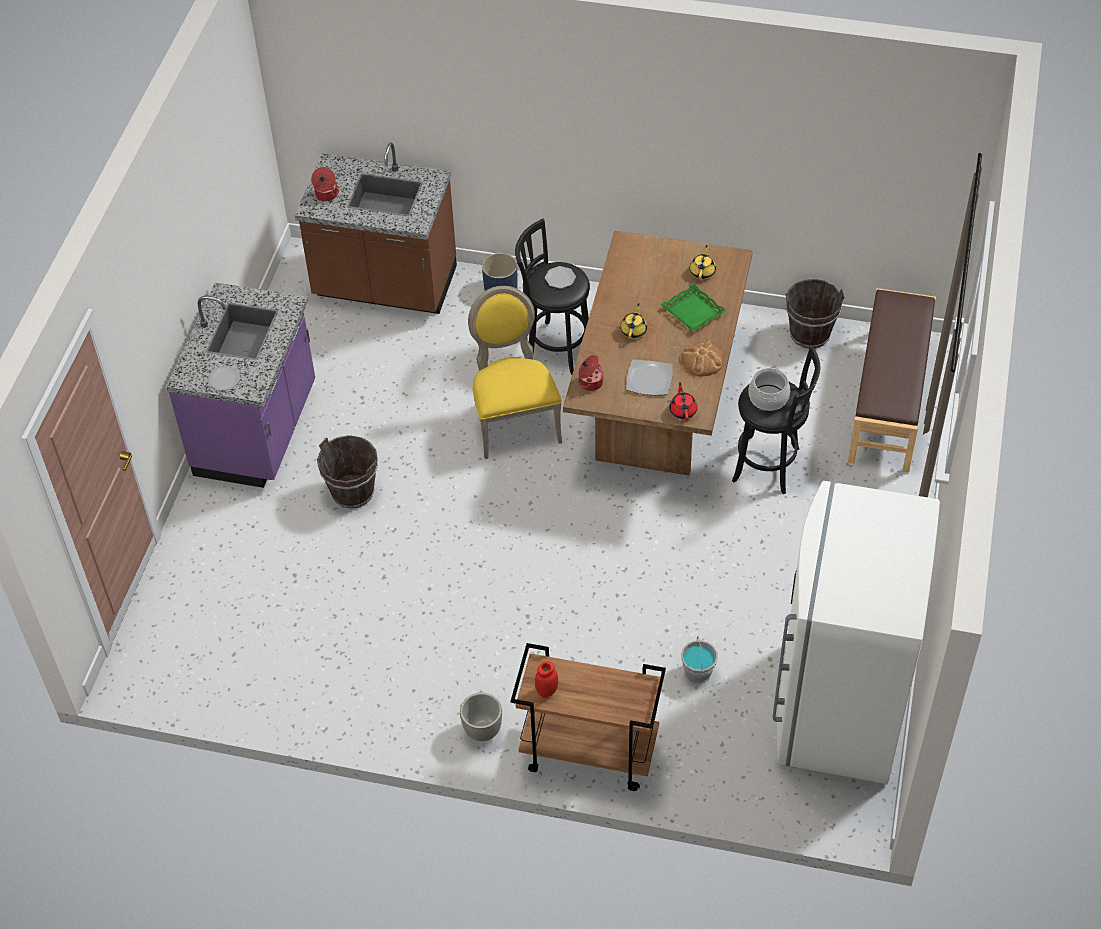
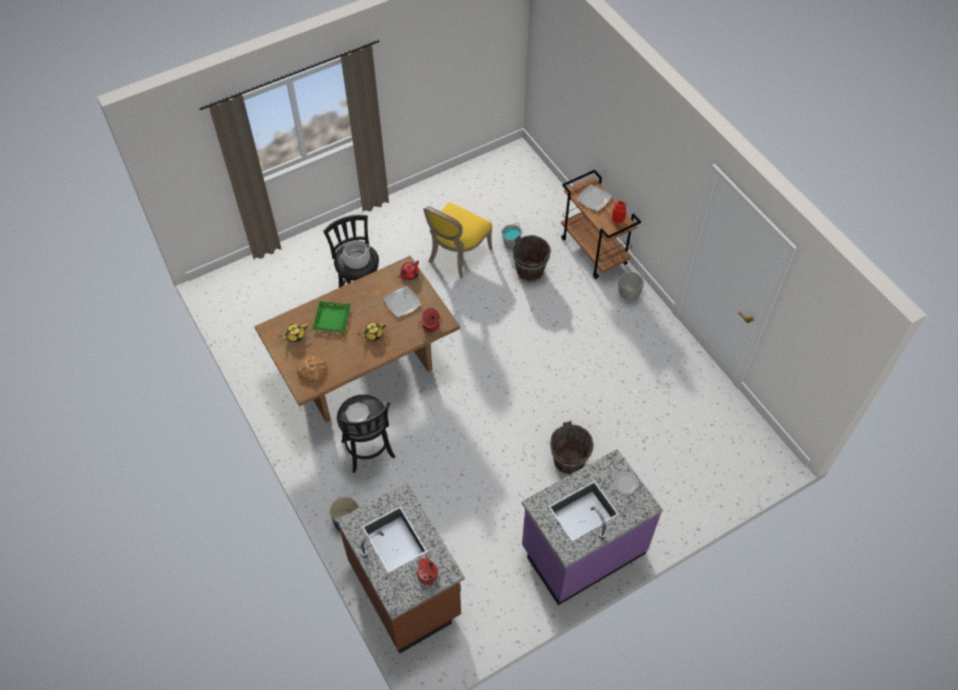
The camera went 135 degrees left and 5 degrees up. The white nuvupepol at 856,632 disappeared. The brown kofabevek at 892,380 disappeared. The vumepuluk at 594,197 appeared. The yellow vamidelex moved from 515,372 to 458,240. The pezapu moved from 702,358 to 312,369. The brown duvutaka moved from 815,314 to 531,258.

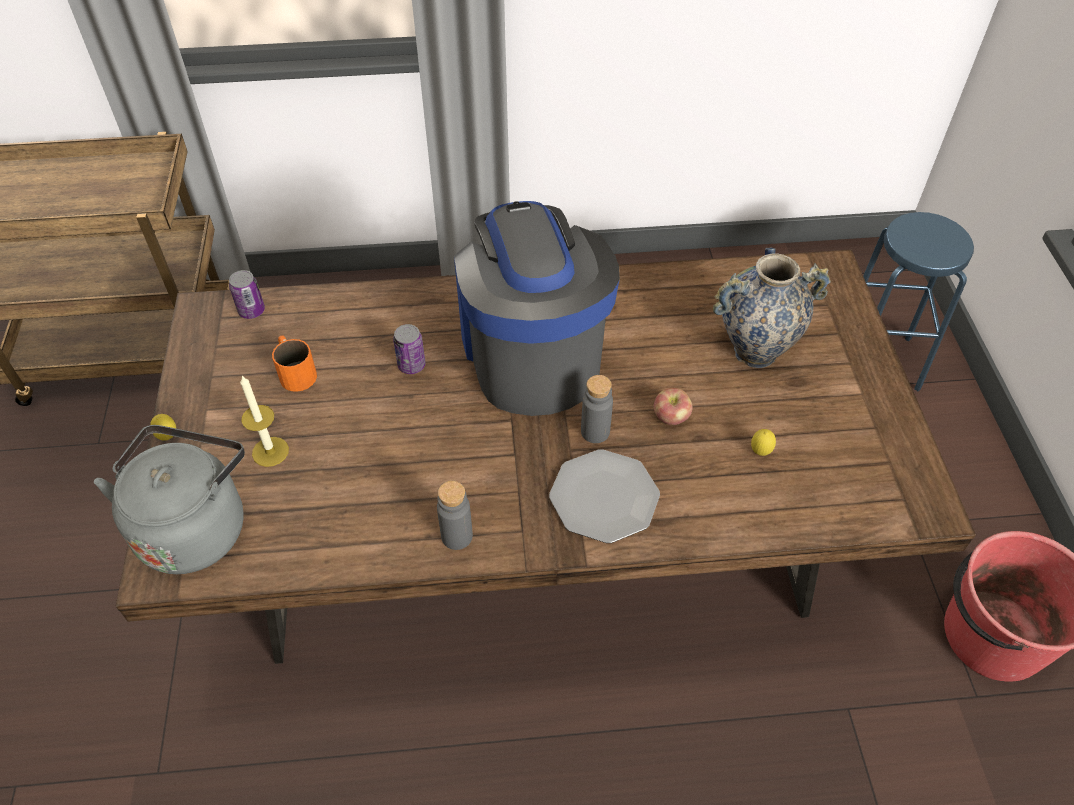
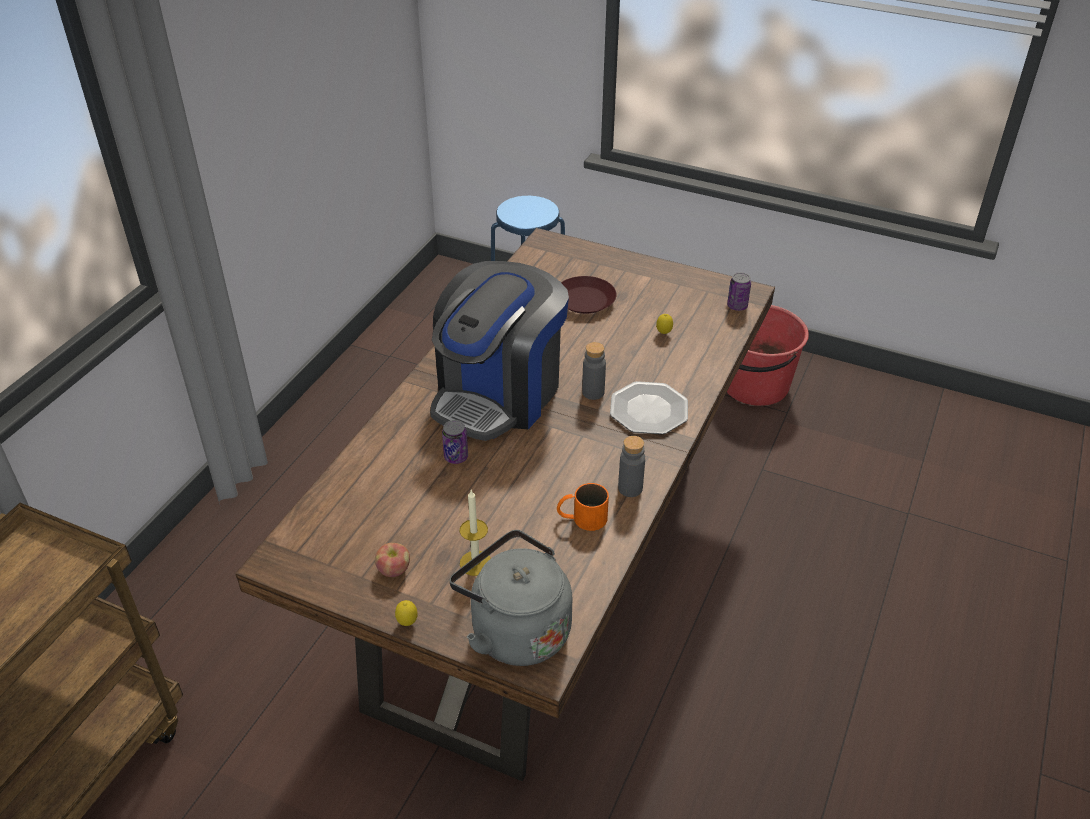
The camera went 60 degrees left and 10 degrees down. The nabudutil moved from 247,294 to 739,291. The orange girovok moved from 294,363 to 583,507. The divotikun moved from 673,406 to 392,560. The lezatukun at 772,308 was replaced by the brown vumepuluk at 589,295. The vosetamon at 537,308 turned 75 degrees counterclockwise.

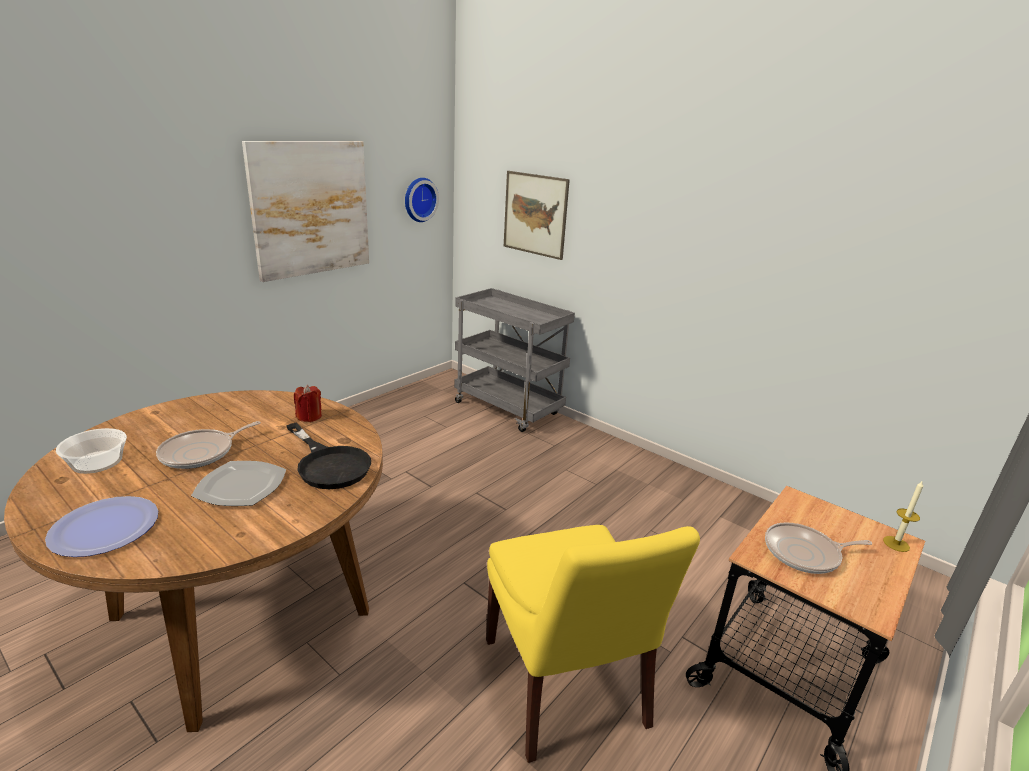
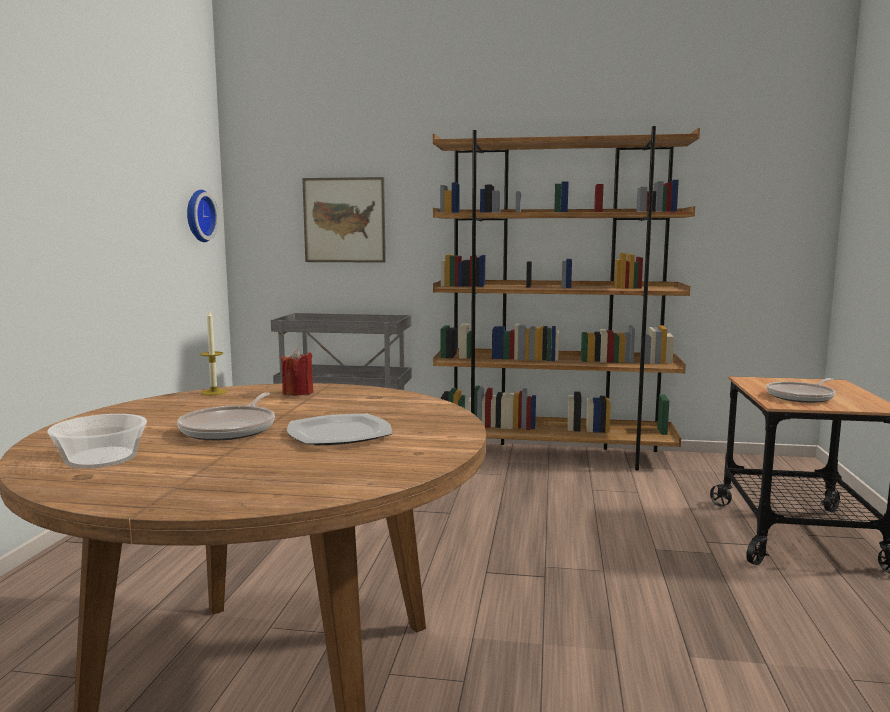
The camera went 30 degrees left and 15 degrees down. The vumepuluk at 101,526 disappeared. The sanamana at 305,211 disappeared. The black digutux at 328,455 disappeared. The yellow vamidelex at 593,644 disappeared. The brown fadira at 566,298 appeared. The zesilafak moved from 903,516 to 213,352.

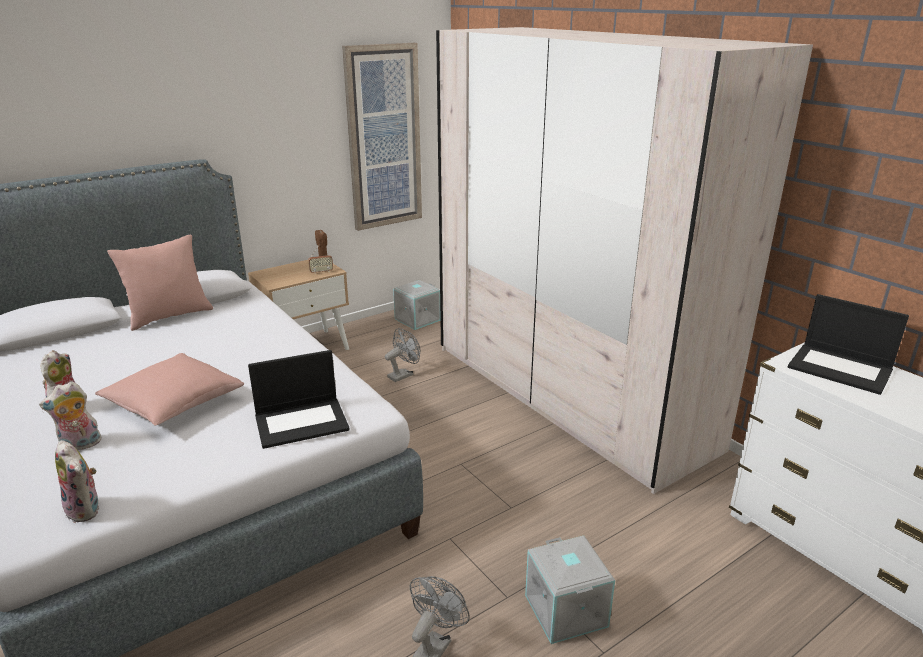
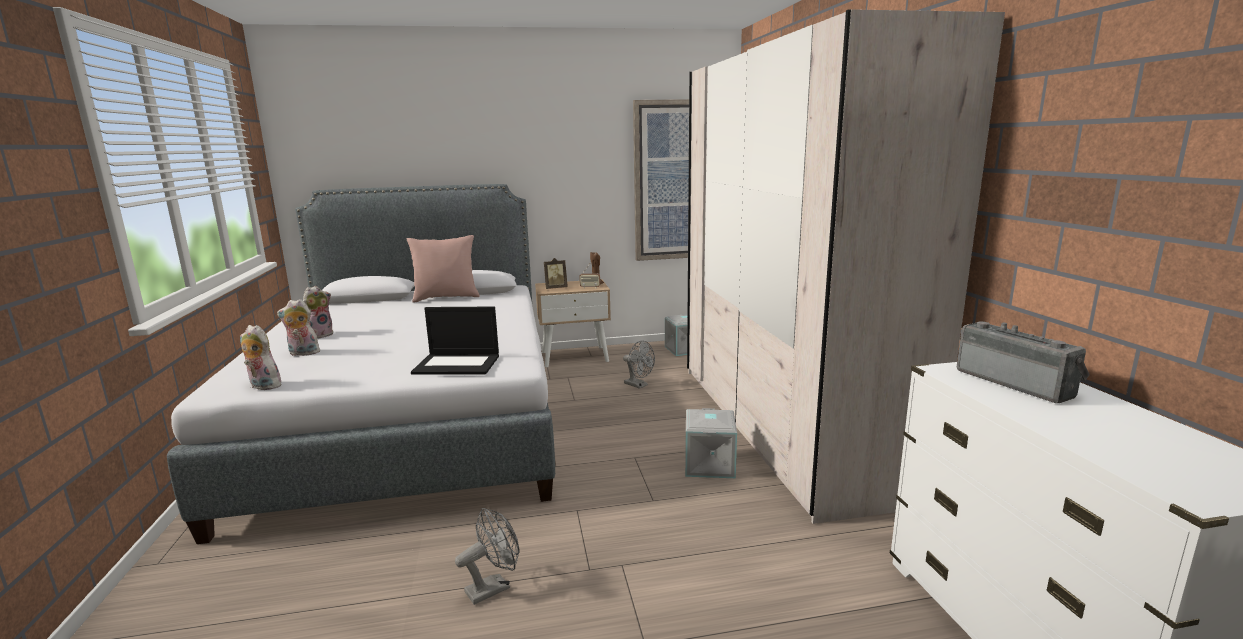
The camera went 25 degrees right and 10 degrees down. The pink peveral at 169,389 disappeared. The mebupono at 556,273 appeared. The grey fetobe moved from 570,590 to 711,443. The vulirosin at 848,344 was replaced by the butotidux at 1023,362. The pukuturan at 77,481 turned 135 degrees clockwise. The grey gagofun at 402,355 turned 60 degrees clockwise.

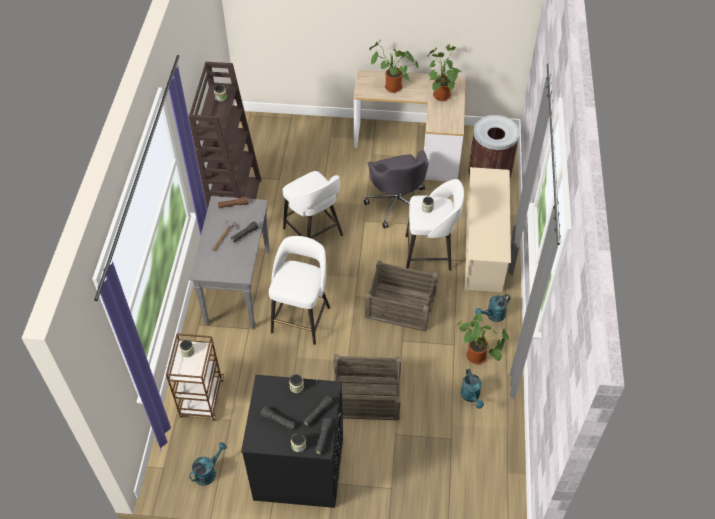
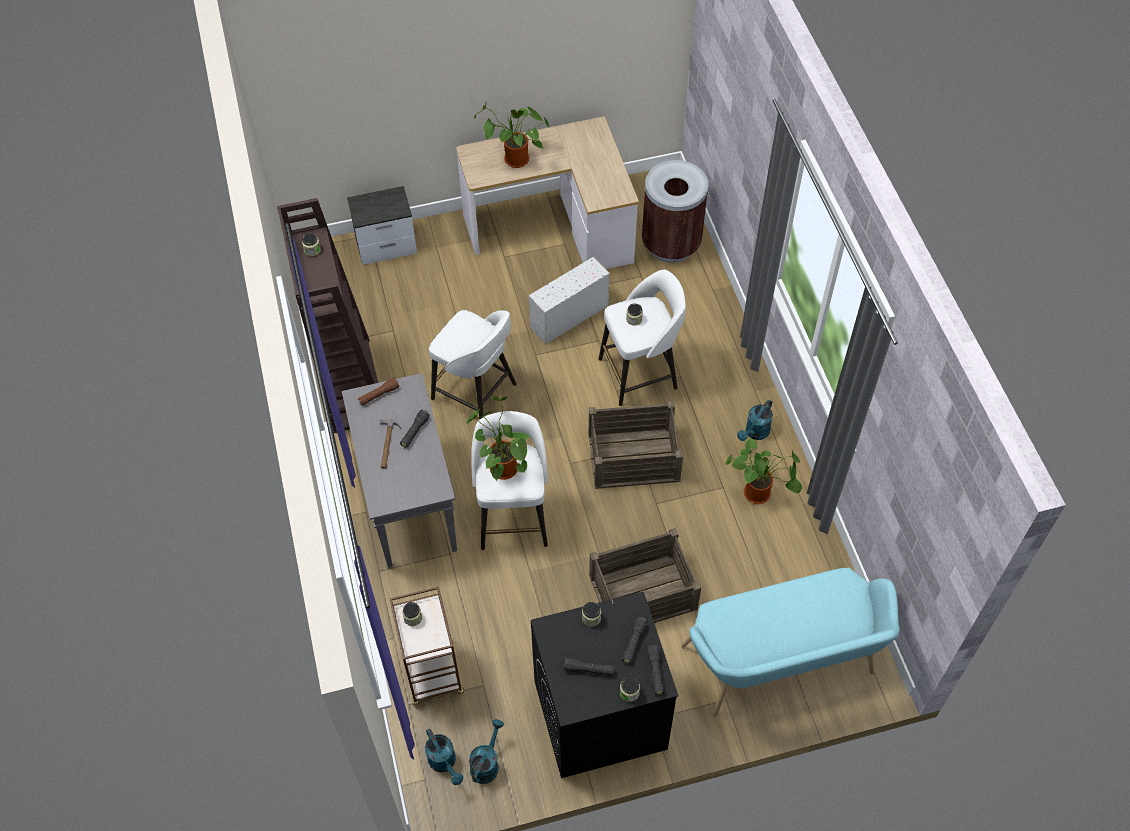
The camera went 20 degrees left and 5 degrees up. The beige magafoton at 487,229 disappeared. The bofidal at 382,225 appeared. The turquoise kofabevek at 790,642 appeared. The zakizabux moved from 444,72 to 498,438. The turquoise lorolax moved from 472,389 to 444,756. The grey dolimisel at 396,189 was replaced by the white fetobe at 569,300.

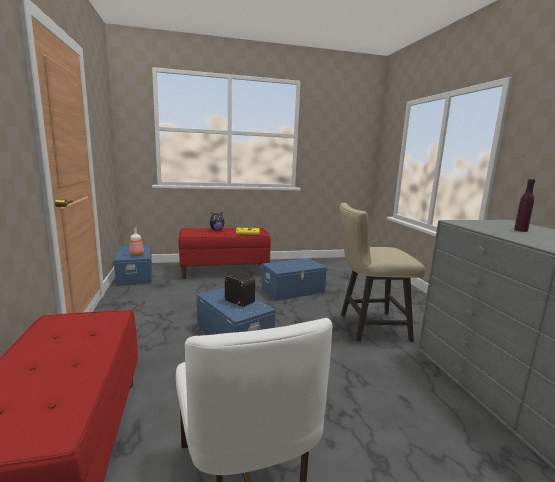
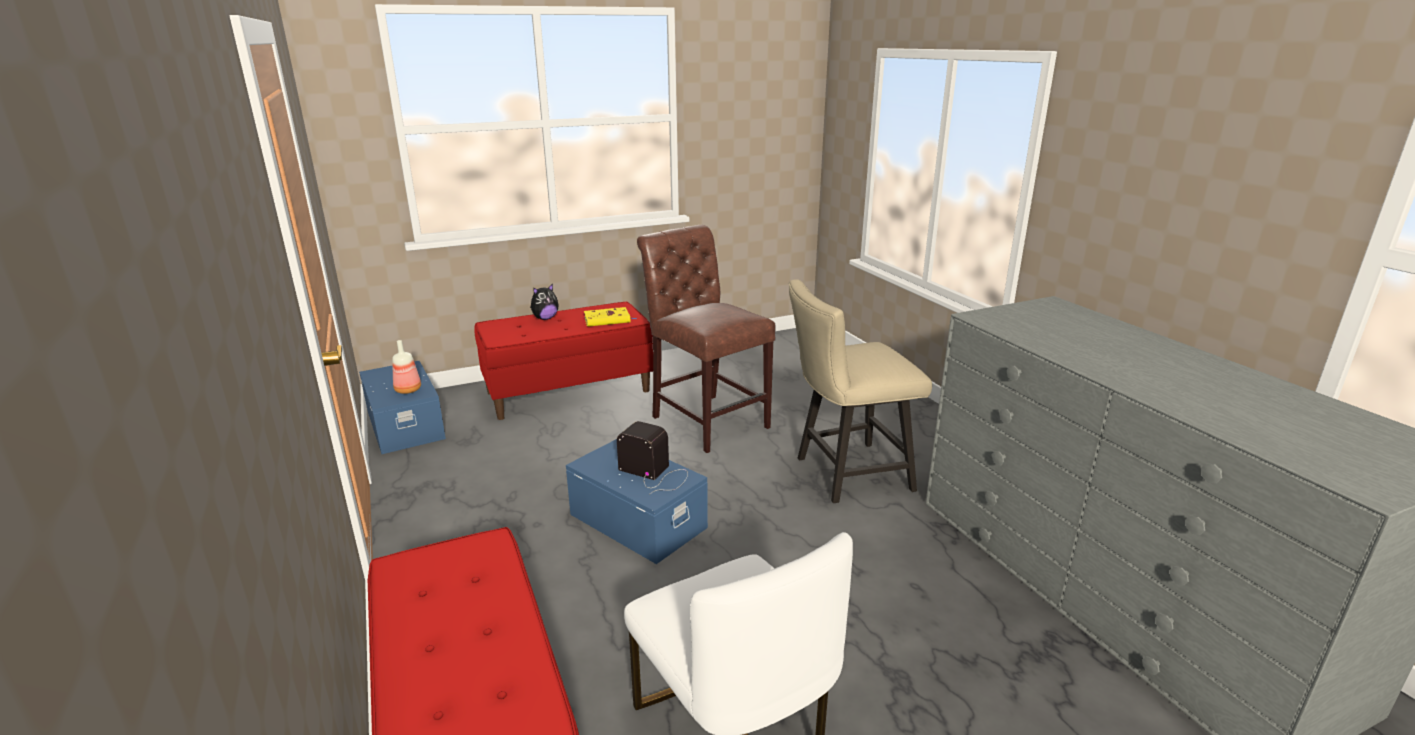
The camera went 10 degrees left and 10 degrees up. The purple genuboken at 524,205 disappeared. The blue fetobe at 294,279 was replaced by the brown vamidelex at 706,339.

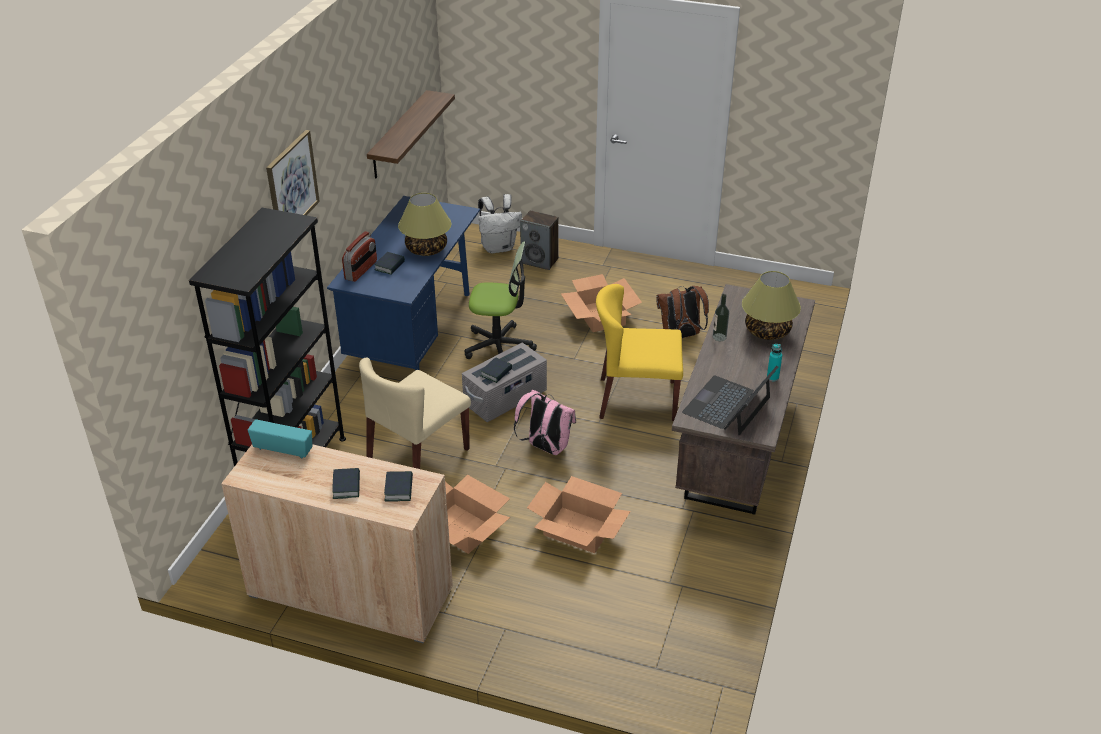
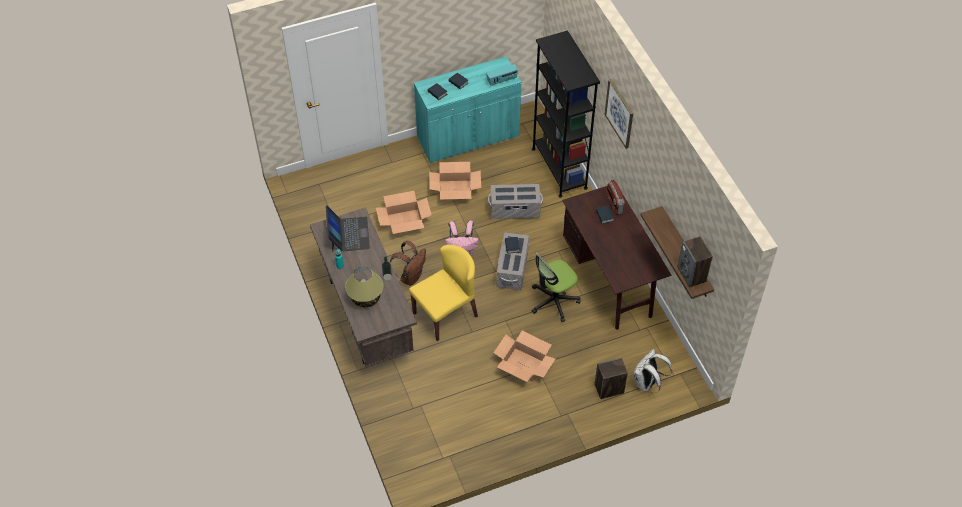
The camera went 140 degrees right and 15 degrees up. The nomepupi at 424,224 disappeared. The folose at 695,262 appeared. The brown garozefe moved from 683,312 to 408,263. The beige vamidelex at 415,413 was replaced by the grey fetobe at 515,201. The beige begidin at 337,544 became the turquoise begidin at 467,110. The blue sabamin at 403,283 became the brown sabamin at 617,258.

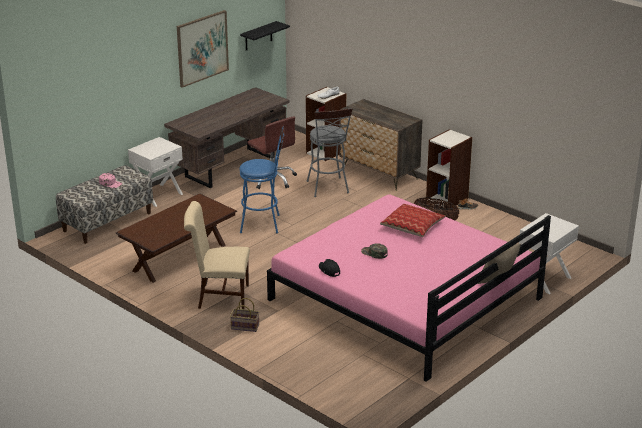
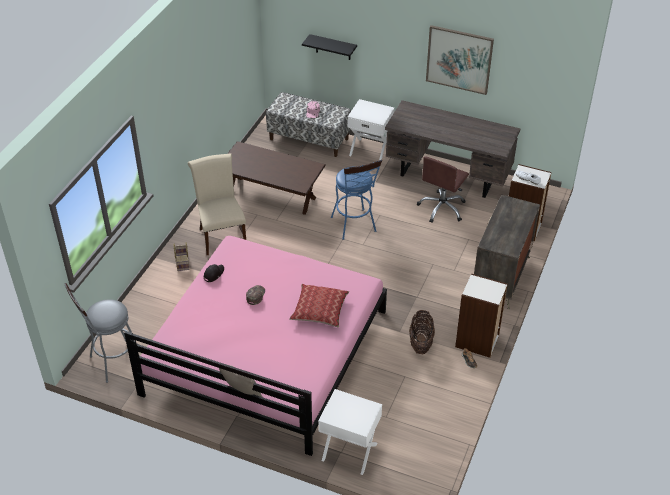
The camera went 70 degrees right and 15 degrees up. The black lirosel moved from 265,36 to 329,47. The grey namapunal moved from 329,152 to 98,333.

